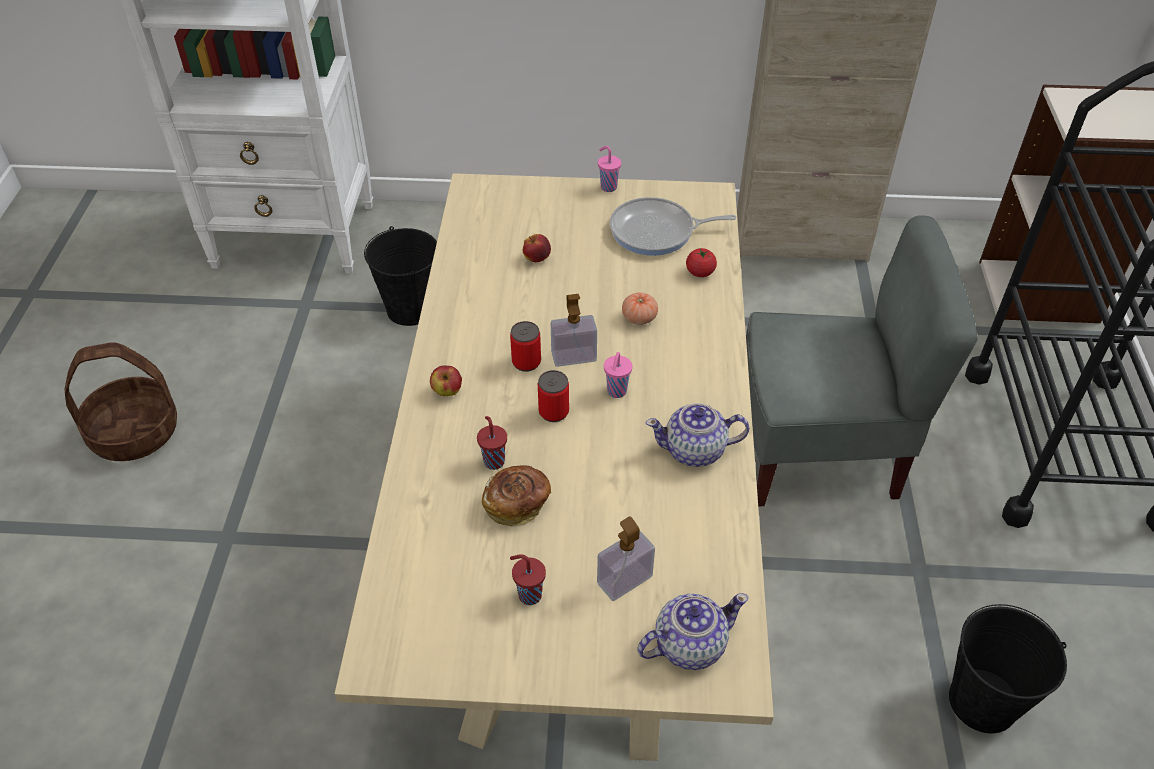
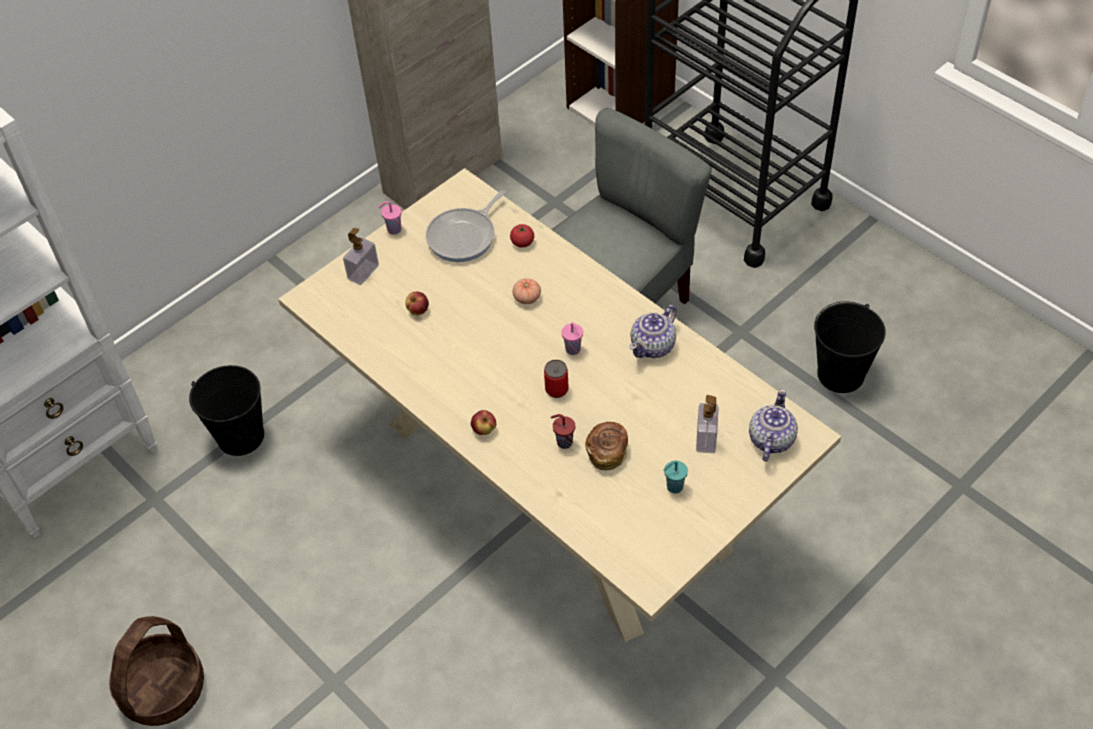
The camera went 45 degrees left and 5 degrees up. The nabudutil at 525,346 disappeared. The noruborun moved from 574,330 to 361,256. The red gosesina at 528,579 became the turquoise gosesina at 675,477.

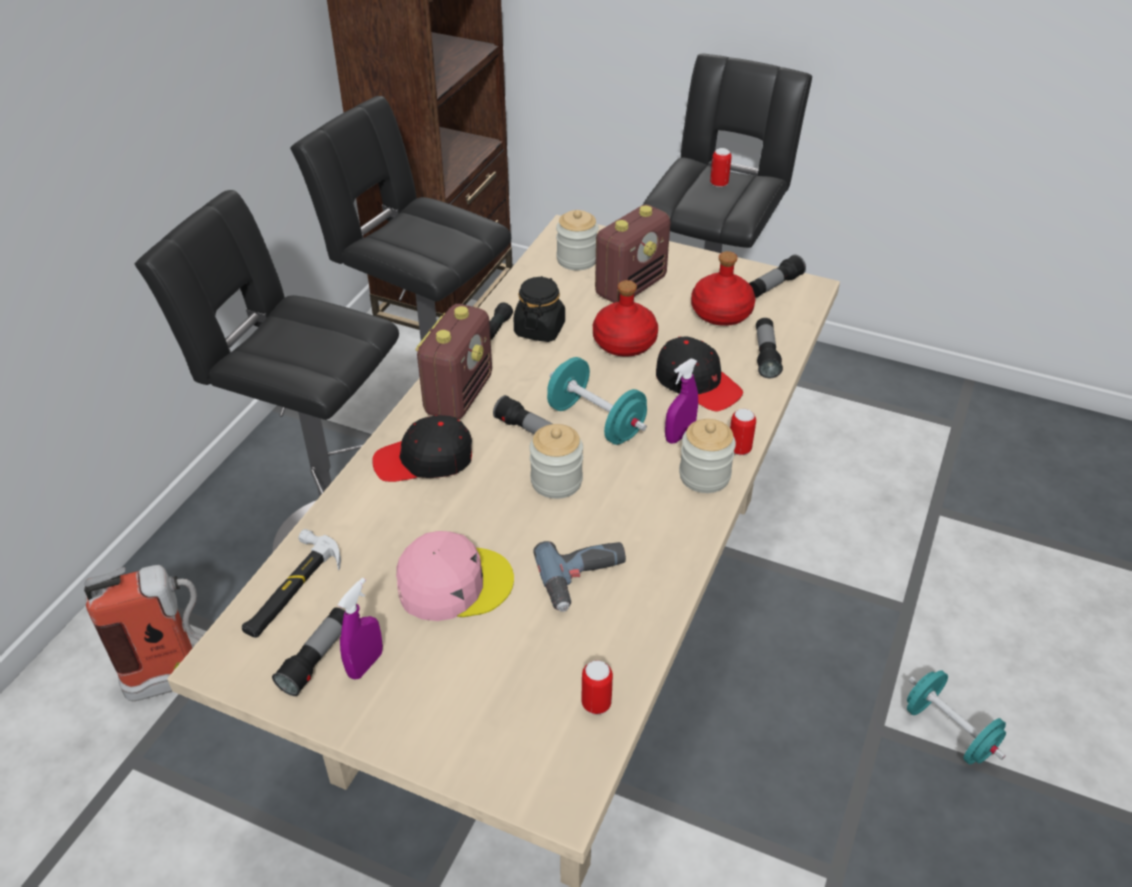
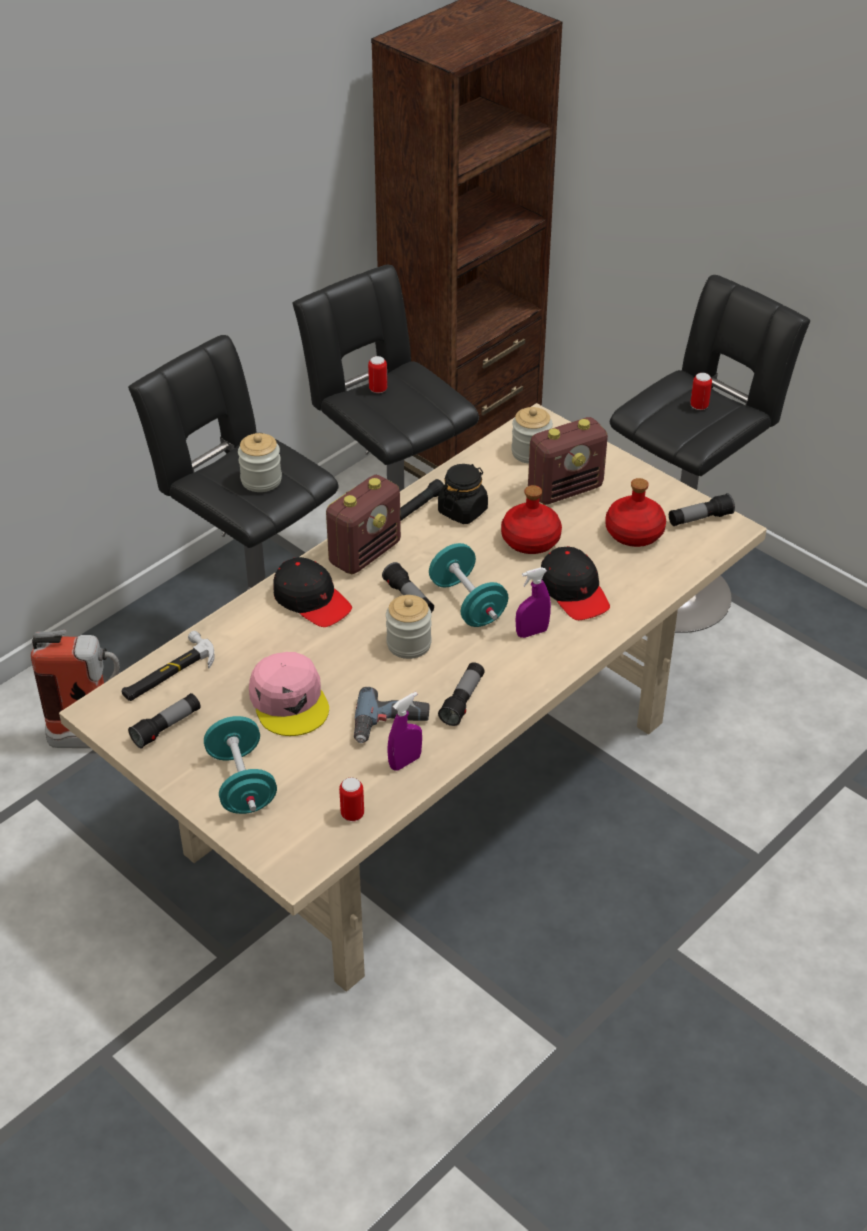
The camera went 20 degrees right and 0 degrees up. The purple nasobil moved from 360,628 to 404,731. The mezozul moved from 707,456 to 260,462. The nabudutil moved from 743,432 to 377,374. The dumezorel moved from 769,348 to 461,694. The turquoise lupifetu moved from 956,717 to 240,765. The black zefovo at 422,448 turned 150 degrees counterclockwise. The pink zefovo at 455,576 turned 60 degrees clockwise.

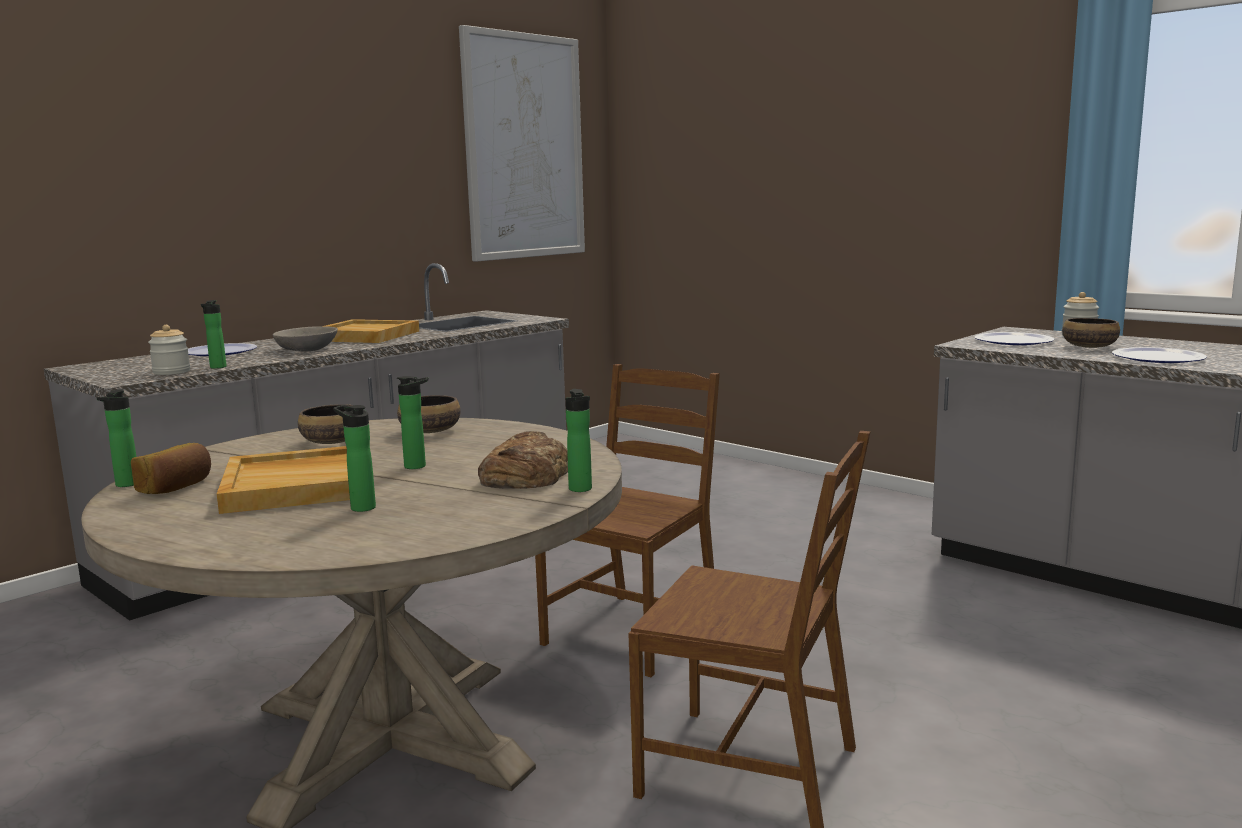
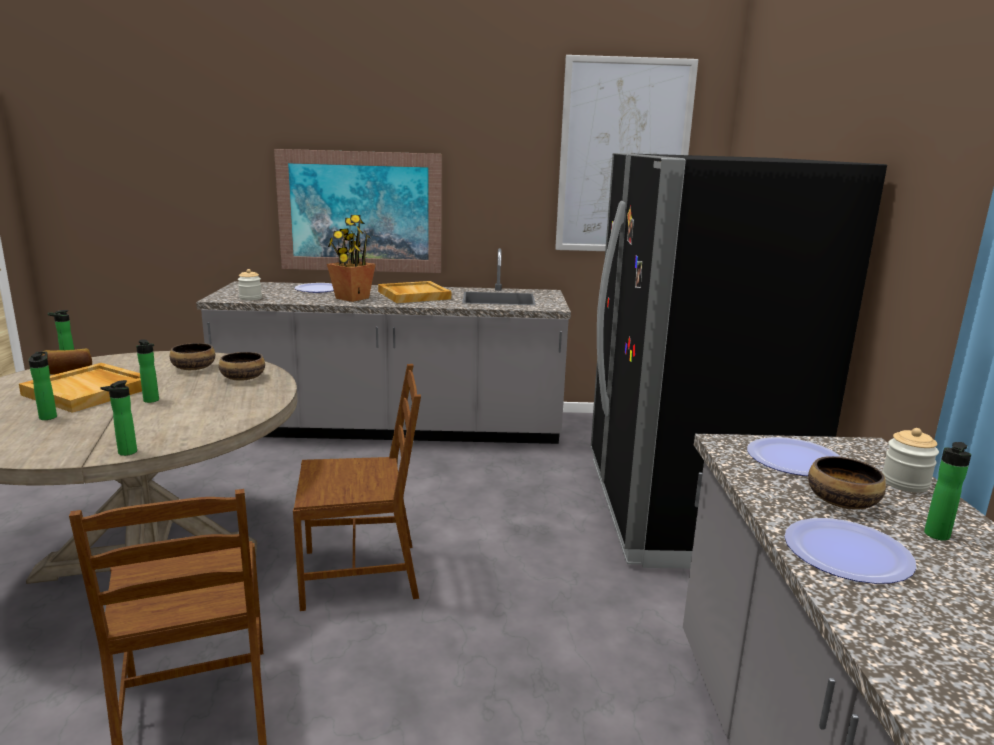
The camera went 45 degrees right and 5 degrees up. The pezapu at 523,460 disappeared. The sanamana at 358,211 appeared. The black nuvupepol at 739,361 appeared. The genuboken moved from 214,334 to 947,491. The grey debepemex at 305,338 was replaced by the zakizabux at 351,258.

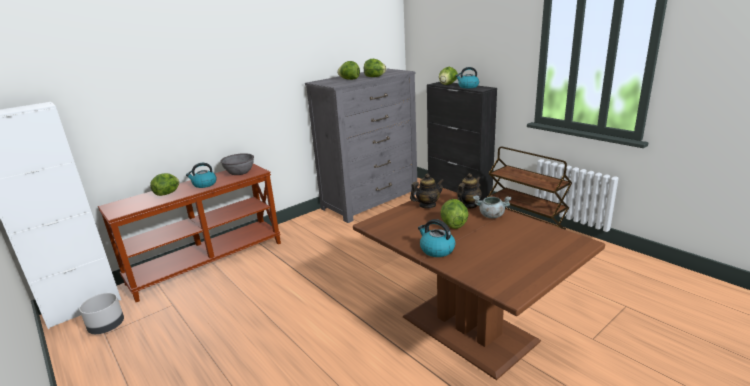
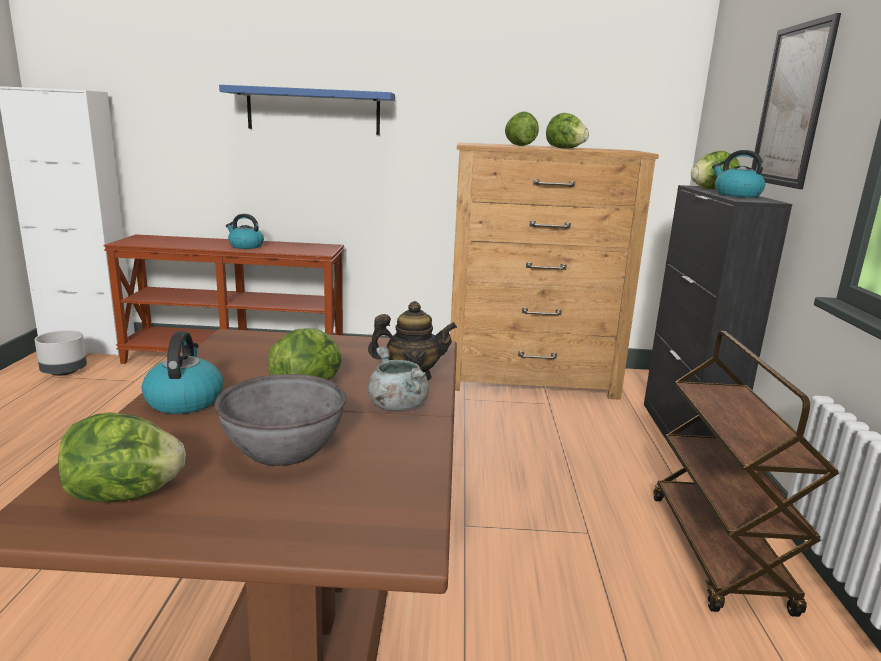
The camera went 40 degrees right and 5 degrees down. The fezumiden at 427,190 disappeared. The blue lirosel at 307,110 appeared. The sanamana at 796,101 appeared. The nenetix moved from 164,184 to 122,457. The grey debepemex moved from 237,164 to 280,420. The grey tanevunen at 361,145 became the brown tanevunen at 554,271.

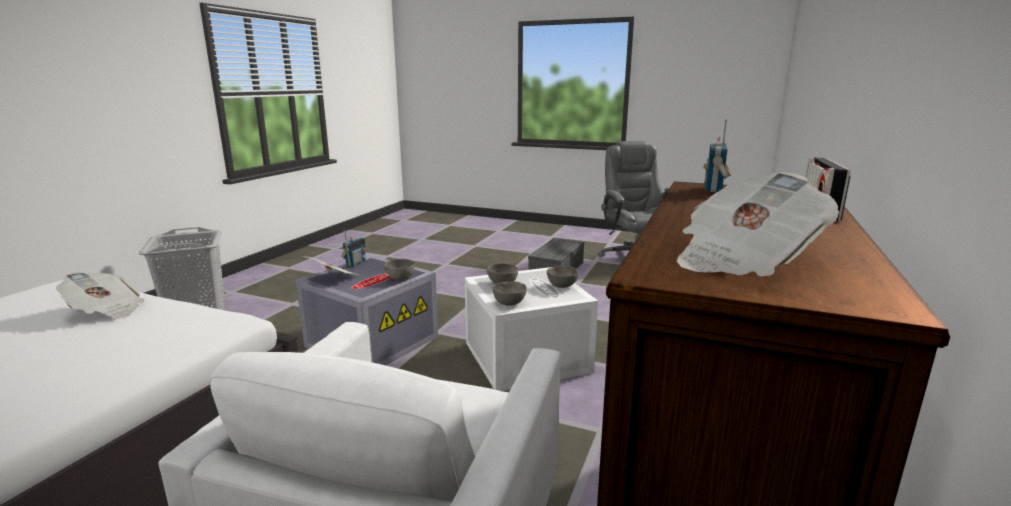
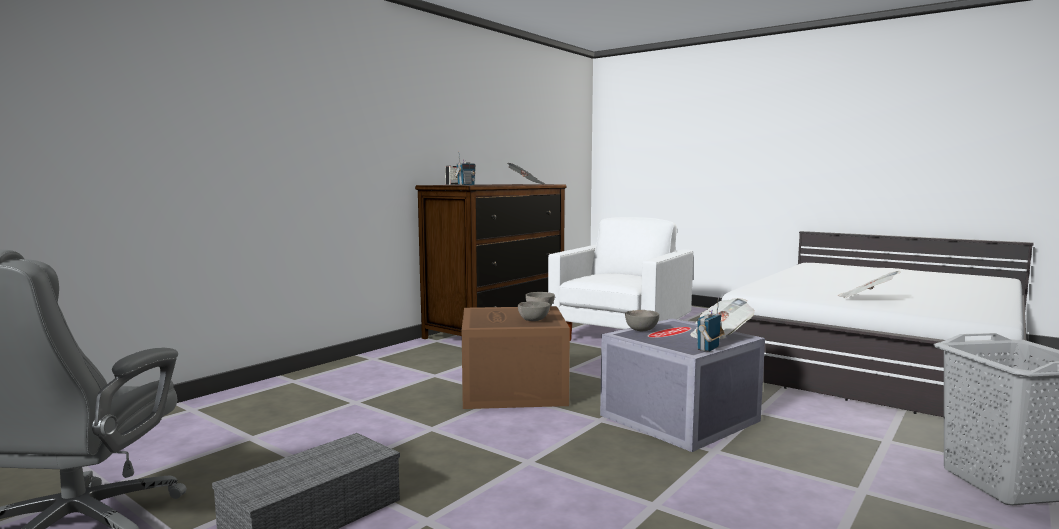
The camera went 165 degrees left and 10 degrees down. The grey debepemex at 563,277 disappeared. The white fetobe at 531,329 became the brown fetobe at 516,357.

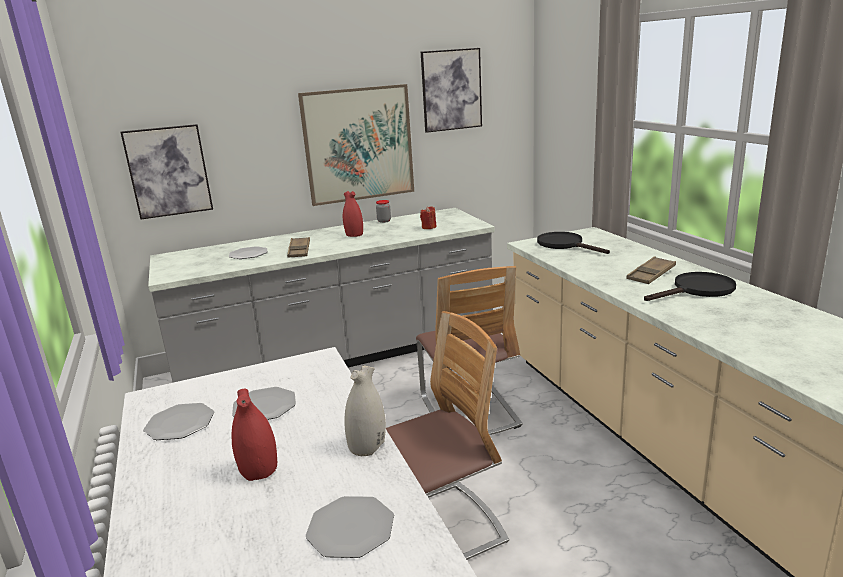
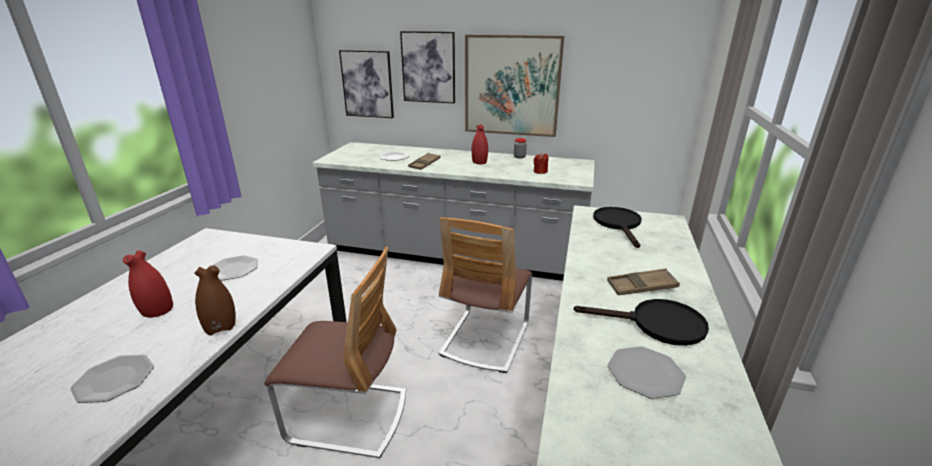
The camera went 35 degrees right and 5 degrees up. The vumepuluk moved from 179,421 to 647,372. The sanamana moved from 451,90 to 427,67. The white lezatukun at 365,410 became the brown lezatukun at 215,300.

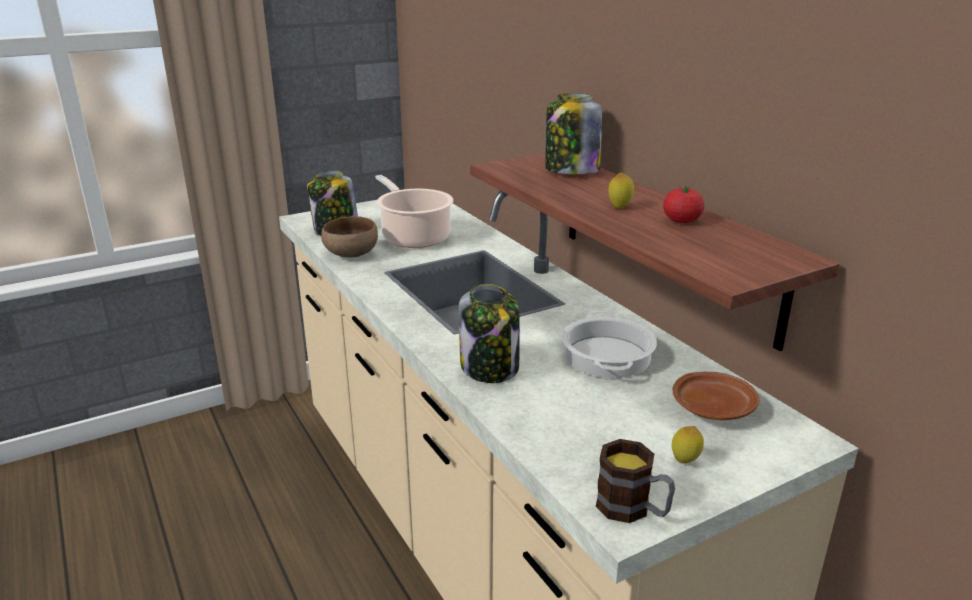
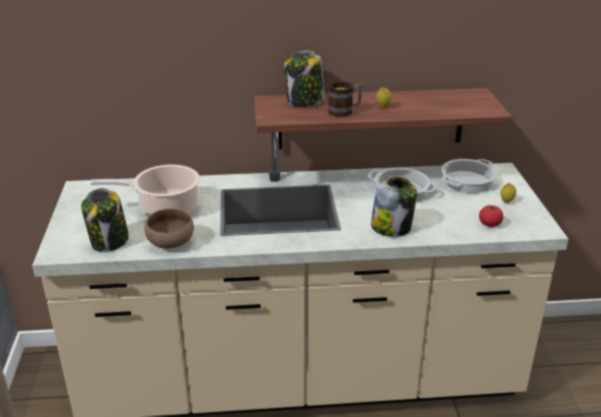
The camera went 65 degrees left and 5 degrees up. The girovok moved from 635,481 to 345,99. The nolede moved from 683,204 to 491,216. The brown vumepuluk at 715,396 was replaced by the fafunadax at 469,176.

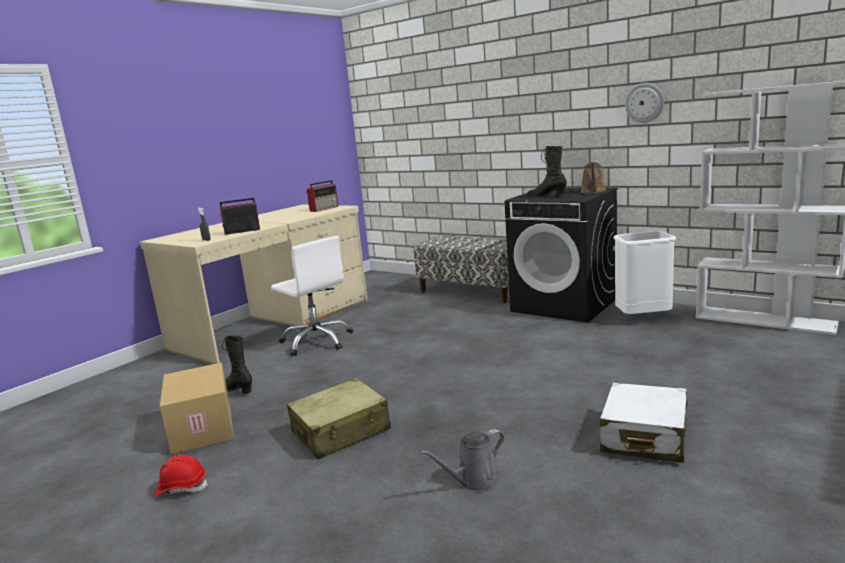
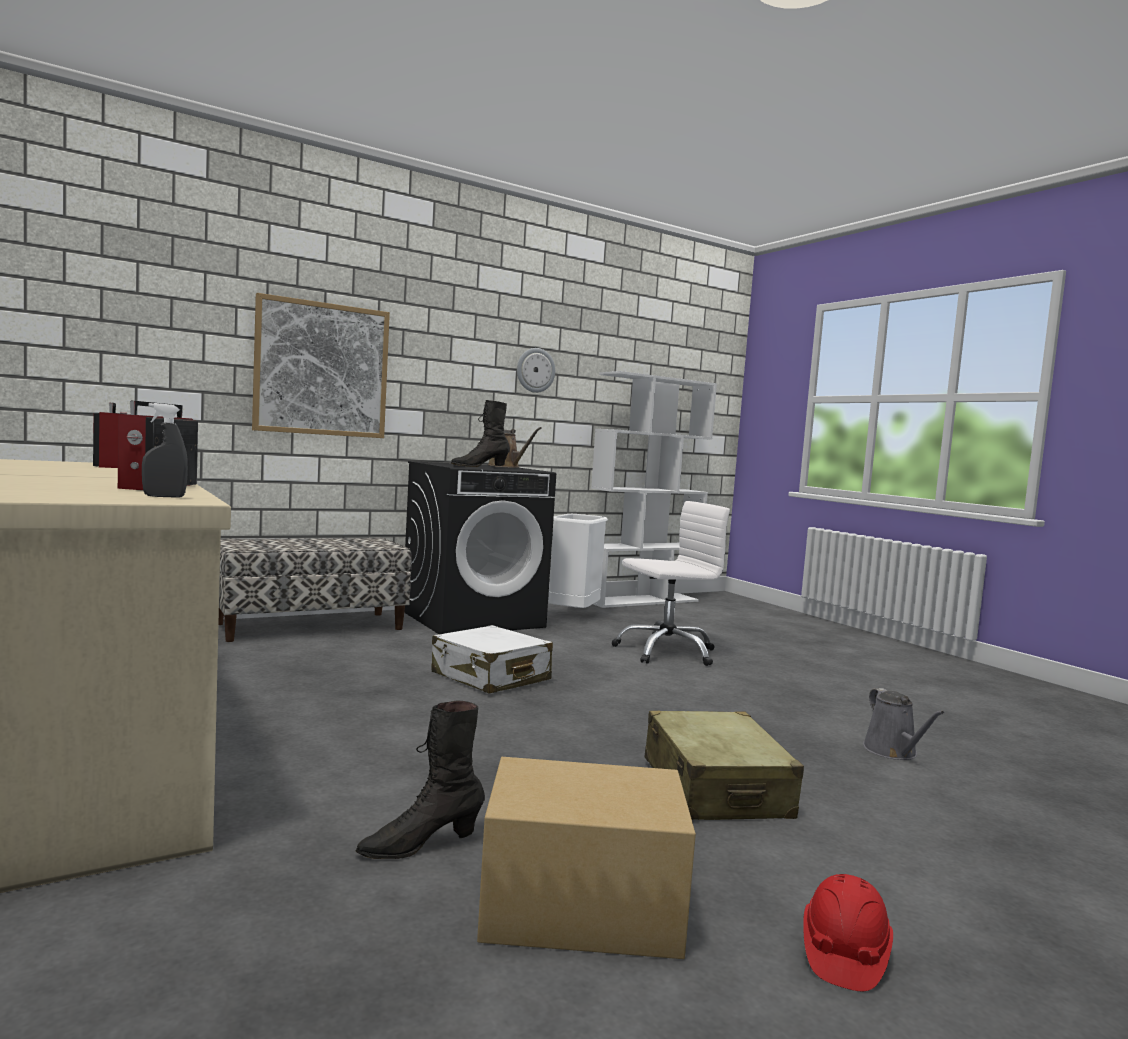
The camera went 70 degrees left and 10 degrees down. The sanamana at 321,365 appeared. The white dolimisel moved from 312,296 to 670,583. The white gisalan moved from 644,423 to 492,659.

